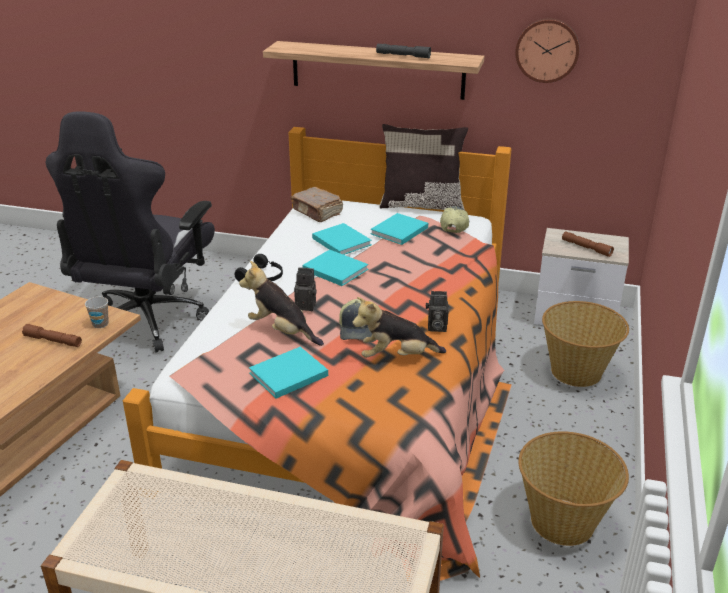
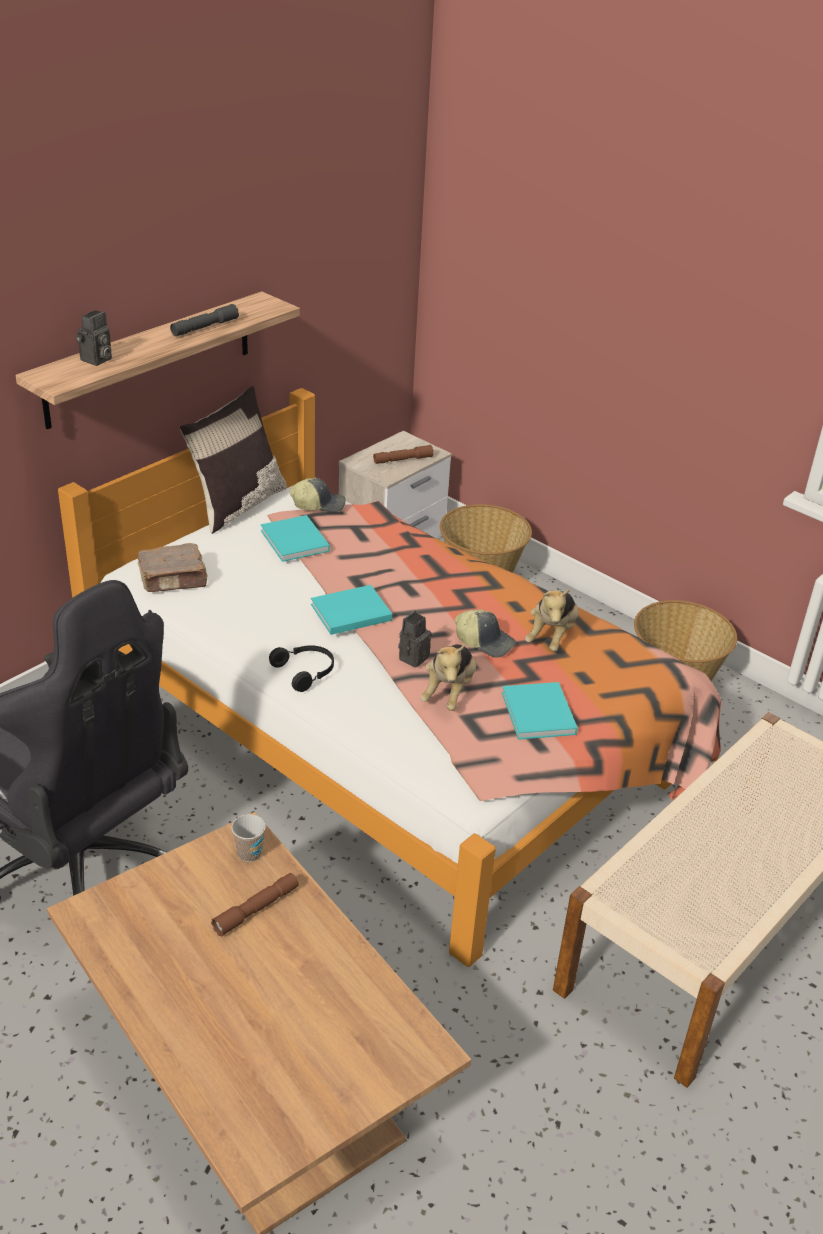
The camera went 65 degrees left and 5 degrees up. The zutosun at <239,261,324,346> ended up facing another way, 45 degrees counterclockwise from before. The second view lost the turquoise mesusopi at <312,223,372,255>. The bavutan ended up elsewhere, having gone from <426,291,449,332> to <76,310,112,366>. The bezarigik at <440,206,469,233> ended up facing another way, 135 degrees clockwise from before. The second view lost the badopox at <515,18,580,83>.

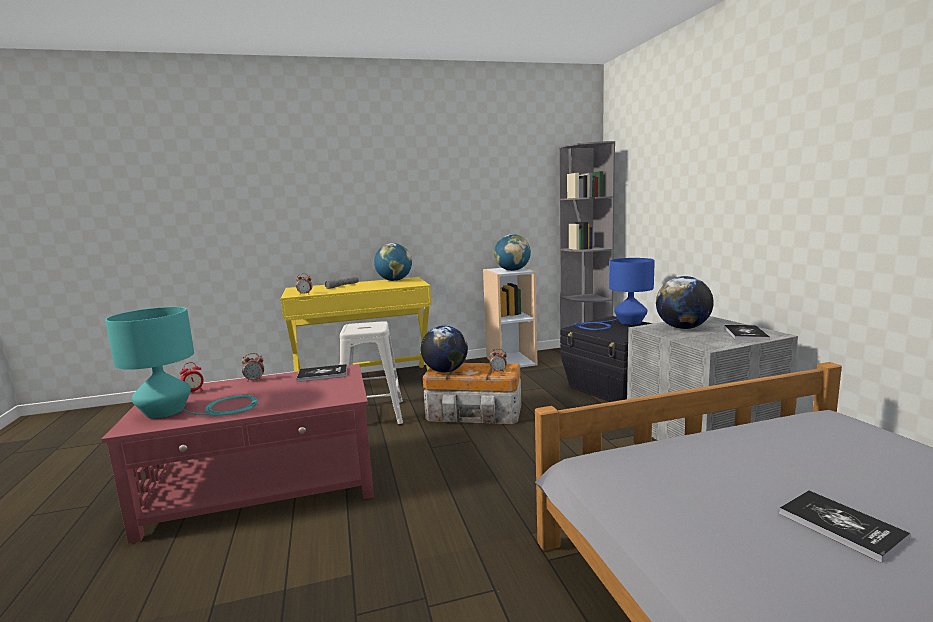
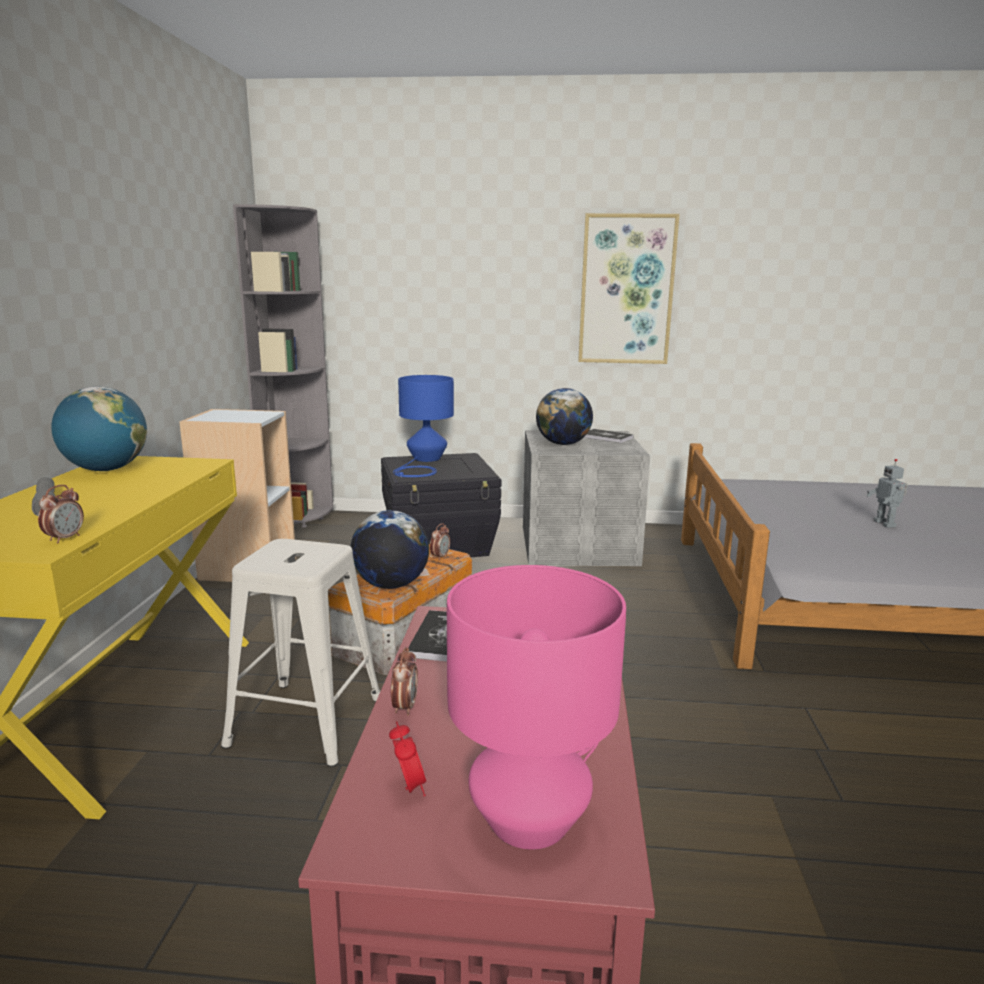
The camera went 70 degrees left and 5 degrees up. What was the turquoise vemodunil at <105,307,258,419> turned into the pink vemodunil at <447,565,626,850>. The second view lost the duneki at <494,234,531,271>. Where the mesusopi stood at <779,490,911,563>, the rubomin came to stand at <866,459,908,528>. The second view gained the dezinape at <578,213,680,364>.

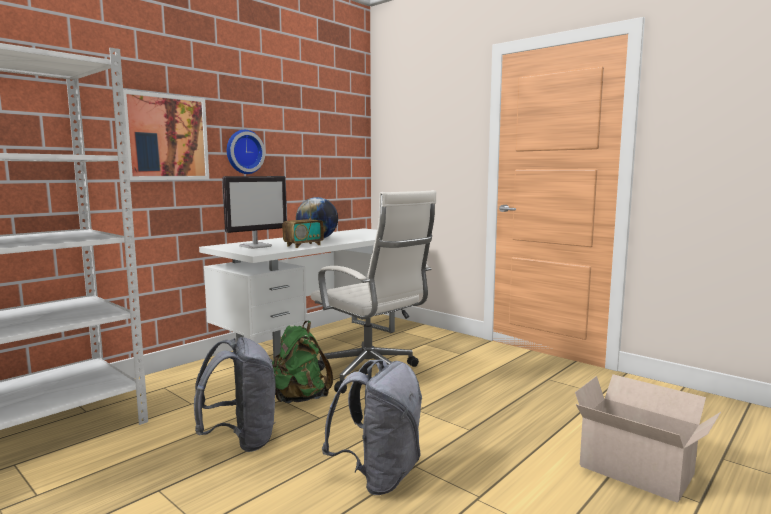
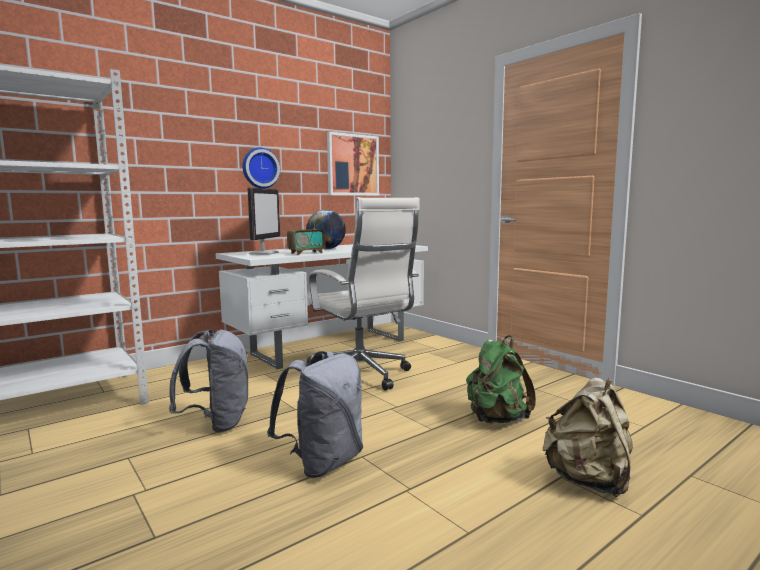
The camera went 10 degrees right and 0 degrees up. The dezinape ended up elsewhere, having gone from <123,89,209,180> to <327,132,379,196>. The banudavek at <222,176,287,249> ended up facing another way, 45 degrees counterclockwise from before. The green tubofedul ended up elsewhere, having gone from <272,321,333,403> to <466,335,536,424>. Where the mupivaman stood at <575,374,721,503>, the beige tubofedul came to stand at <543,377,633,497>.

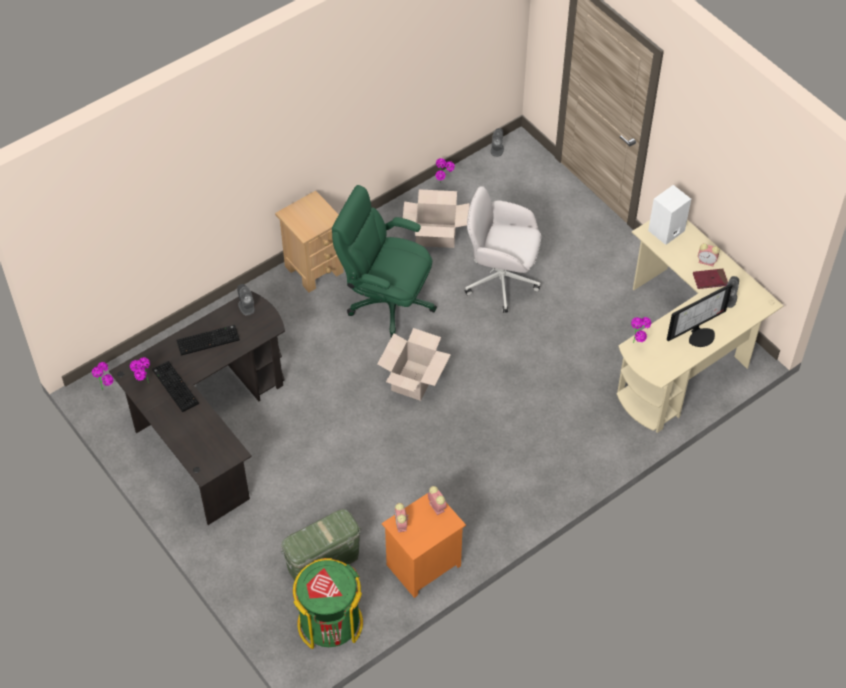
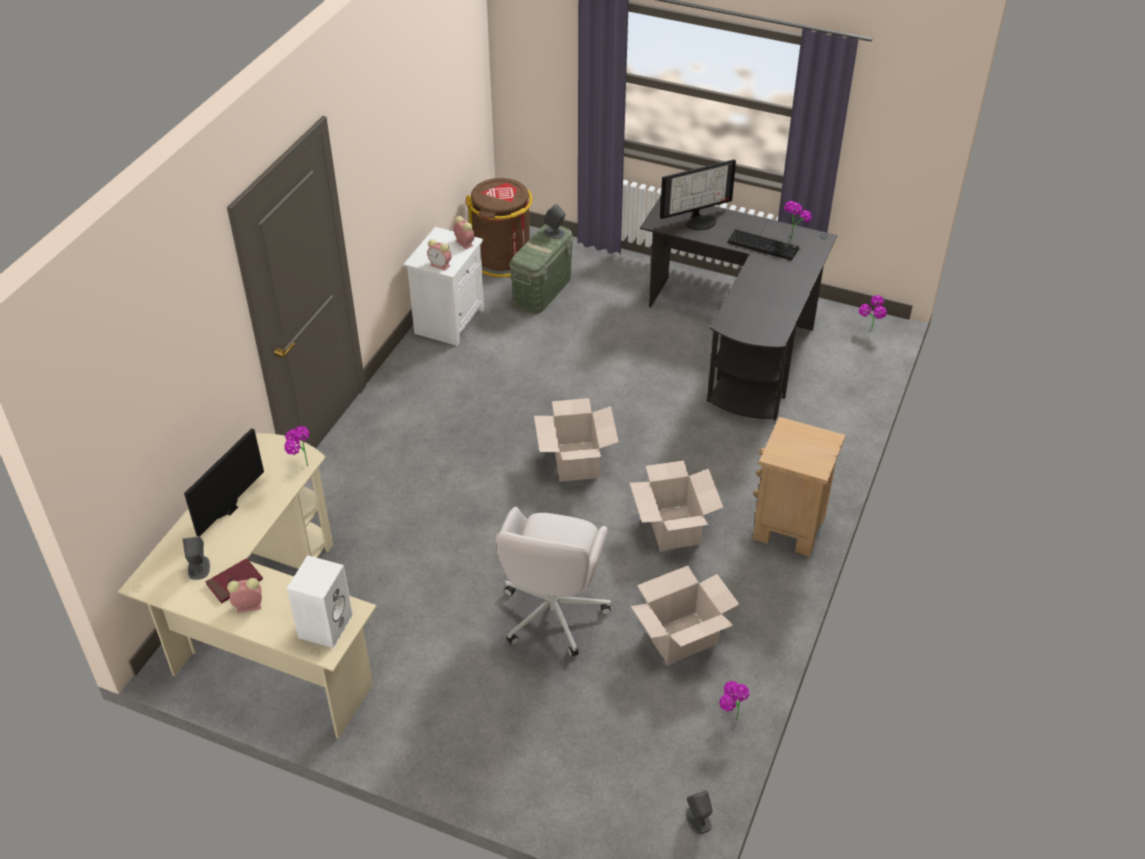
The camera went 150 degrees right and 10 degrees down. The second view lost the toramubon at <177,325,240,356>. The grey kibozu ended up elsewhere, having gone from <237,284,255,315> to <543,204,566,239>. What was the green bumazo at <293,558,363,649> turned into the brown bumazo at <466,178,533,277>. Where the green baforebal stood at <332,185,437,337>, the mupivaman came to stand at <630,461,723,551>. What was the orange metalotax at <382,493,466,598> turned into the white metalotax at <404,227,484,346>. The white baforebal at <465,186,541,313> ended up facing another way, 120 degrees clockwise from before. The second view gained the banudavek at <660,159,736,230>.

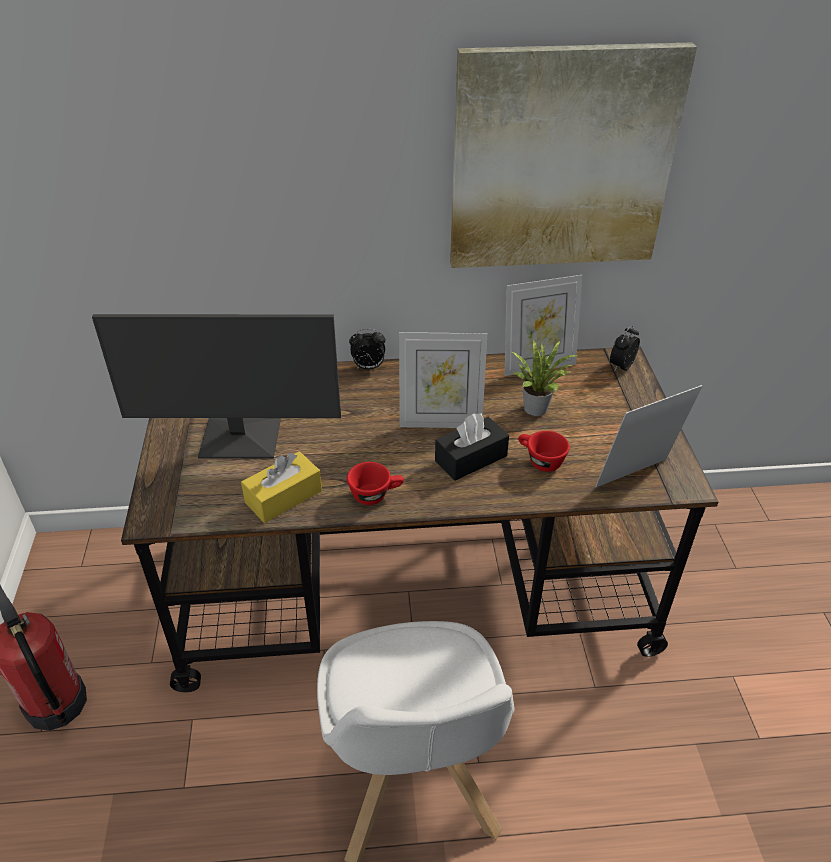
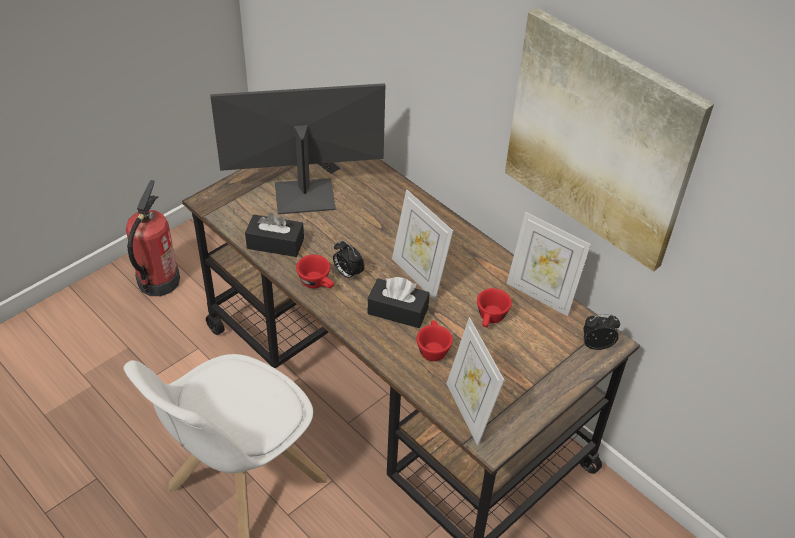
The camera went 50 degrees right and 5 degrees up. The banudavek at <92,314,341,459> ended up facing another way, 120 degrees clockwise from before. What was the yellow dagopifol at <241,451,322,523> turned into the black dagopifol at <245,213,304,257>. The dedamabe ended up elsewhere, having gone from <349,329,385,370> to <333,240,365,281>. Where the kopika stood at <510,340,578,416>, the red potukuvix came to stand at <477,288,512,327>. The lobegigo at <595,385,703,487> ended up facing another way, 135 degrees counterclockwise from before.

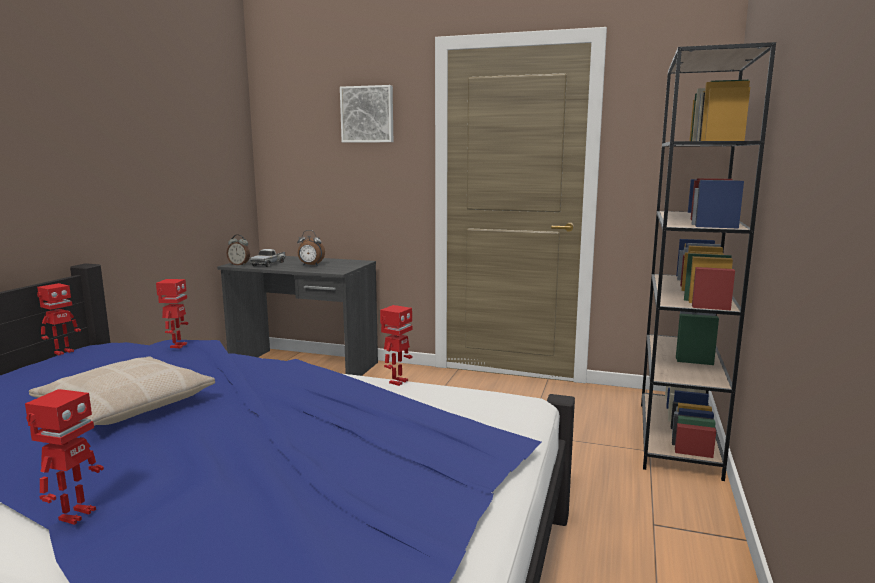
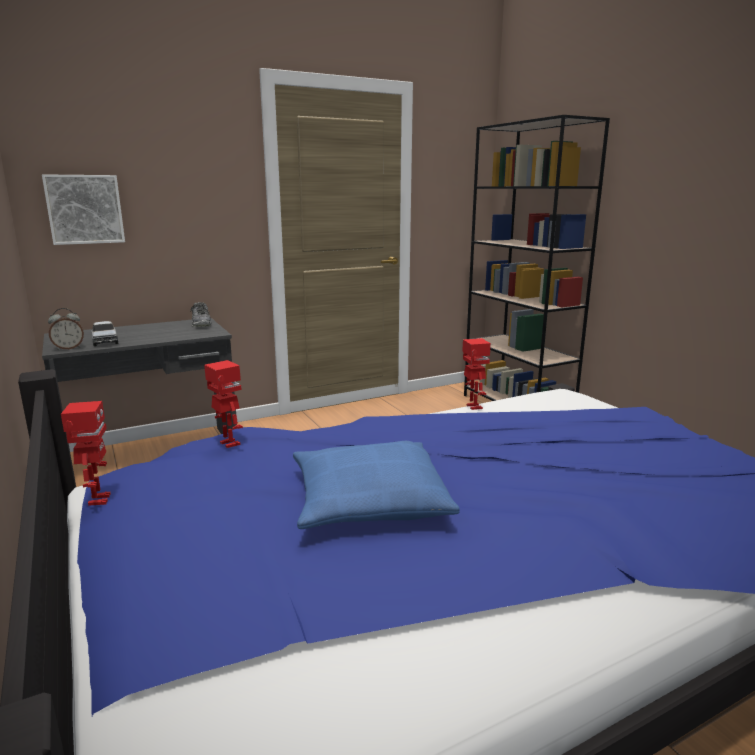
The camera went 45 degrees left and 5 degrees up. The second view lost the rubomin at <25,389,104,525>. What was the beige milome at <29,356,215,426> turned into the blue milome at <293,441,460,529>. The second view lost the dedamabe at <297,230,325,266>. The dezinape ended up elsewhere, having gone from <340,85,393,143> to <42,174,125,245>. The second view gained the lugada at <190,302,211,327>.

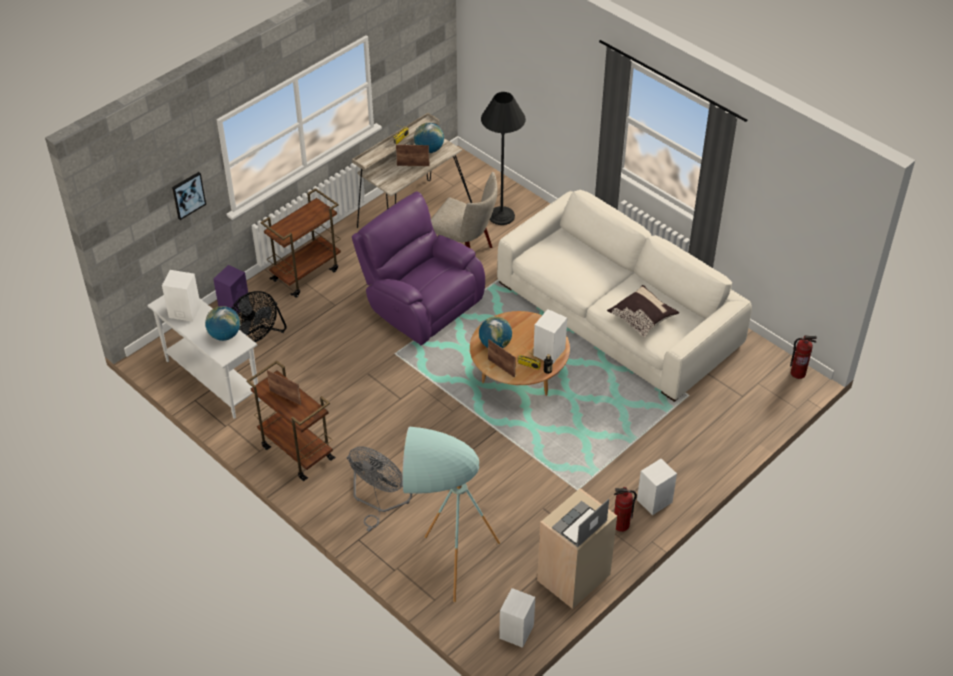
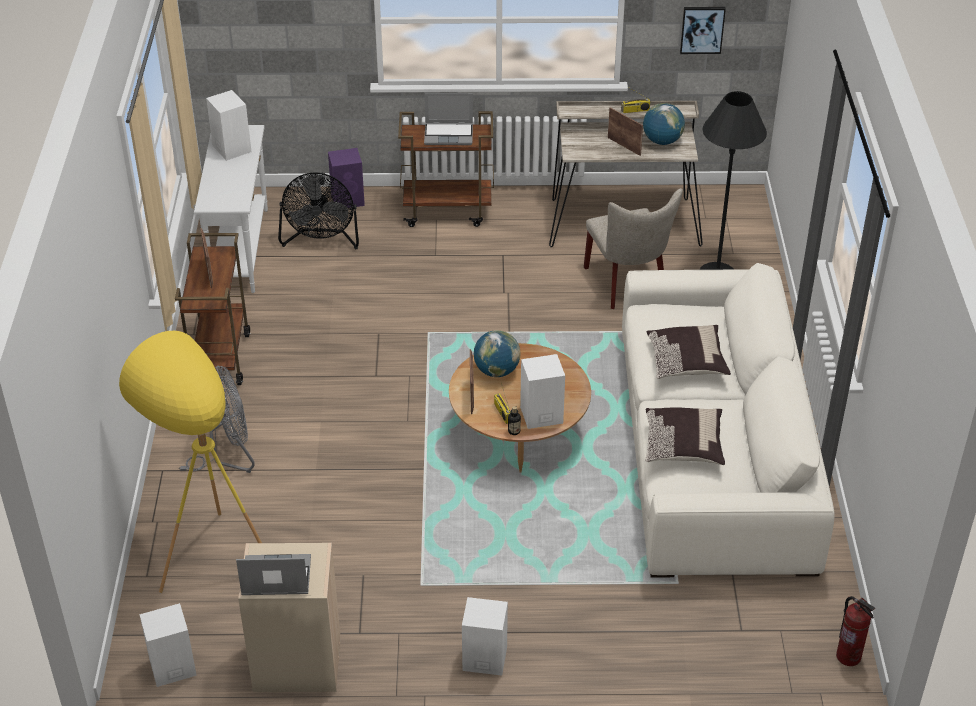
The camera went 45 degrees right and 5 degrees down. The dezinape ended up elsewhere, having gone from <172,172,206,220> to <680,7,726,54>. The second view lost the duneki at <205,306,240,341>. The second view lost the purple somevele at <352,191,485,345>. What was the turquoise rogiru at <402,427,500,602> turned into the yellow rogiru at <119,331,262,593>. The second view lost the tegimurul at <614,487,637,532>. The second view gained the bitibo at <424,93,473,145>. The second view gained the milome at <647,325,731,379>.

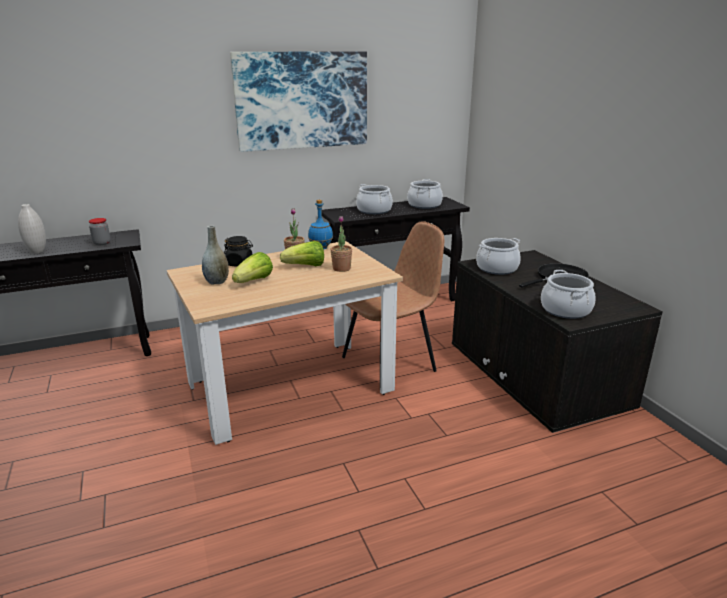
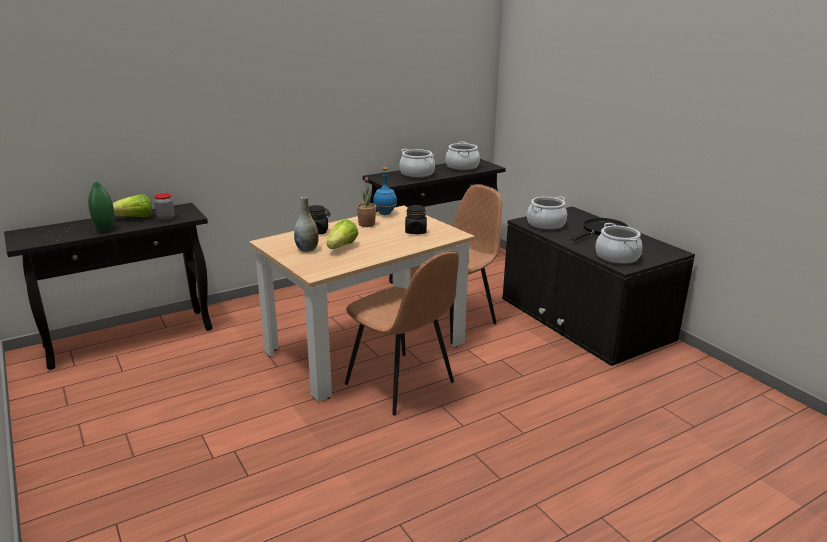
The camera went 10 degrees left and 0 degrees up. What was the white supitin at <18,204,46,254> turned into the green supitin at <88,182,114,232>. The second view lost the dezinape at <230,51,367,152>. The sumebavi ended up elsewhere, having gone from <280,241,324,266> to <113,194,152,218>. Where the kopika stood at <331,216,352,272>, the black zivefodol came to stand at <405,205,427,234>. The second view gained the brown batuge at <345,251,459,416>.

